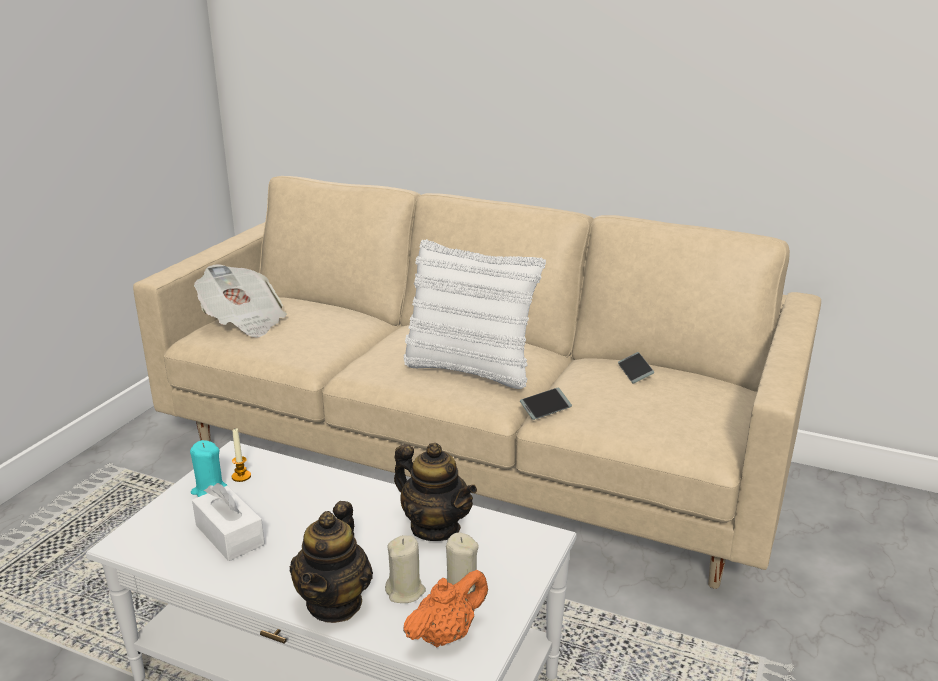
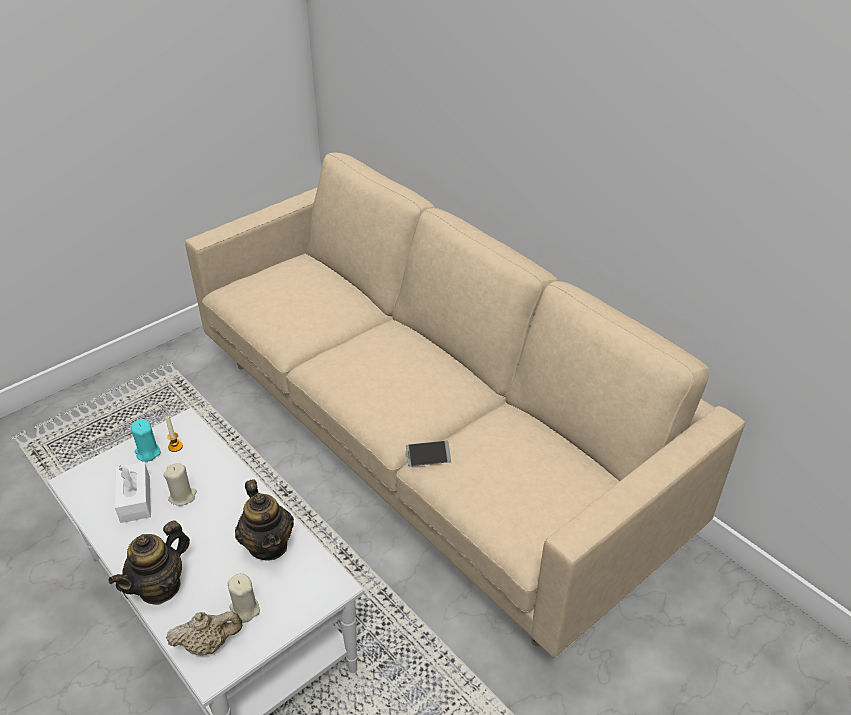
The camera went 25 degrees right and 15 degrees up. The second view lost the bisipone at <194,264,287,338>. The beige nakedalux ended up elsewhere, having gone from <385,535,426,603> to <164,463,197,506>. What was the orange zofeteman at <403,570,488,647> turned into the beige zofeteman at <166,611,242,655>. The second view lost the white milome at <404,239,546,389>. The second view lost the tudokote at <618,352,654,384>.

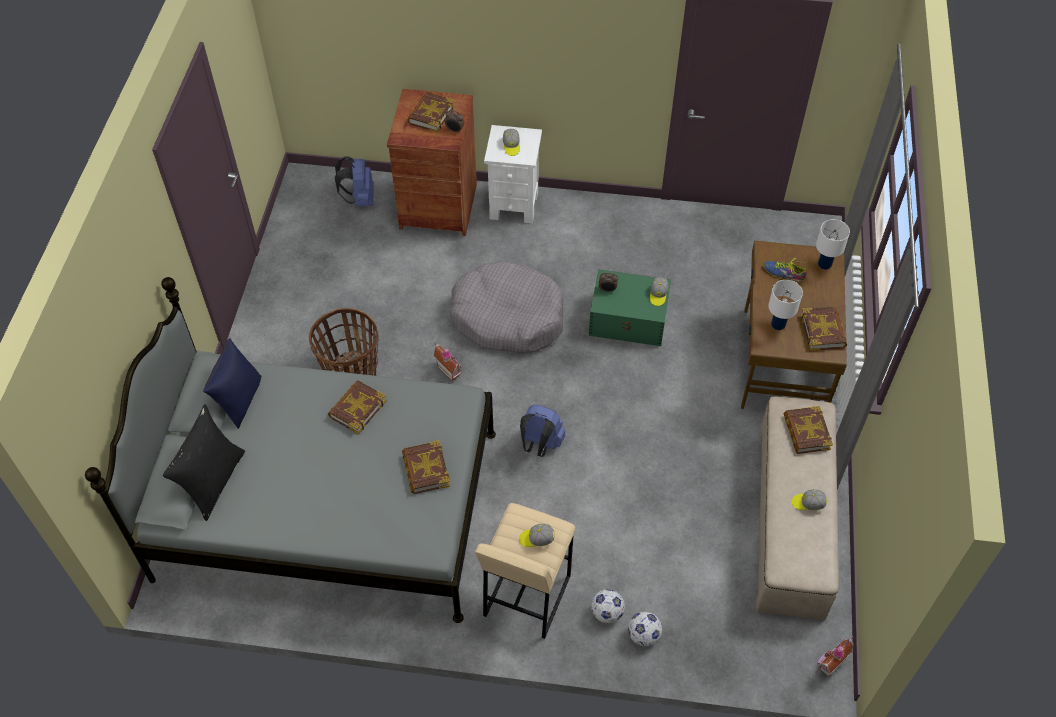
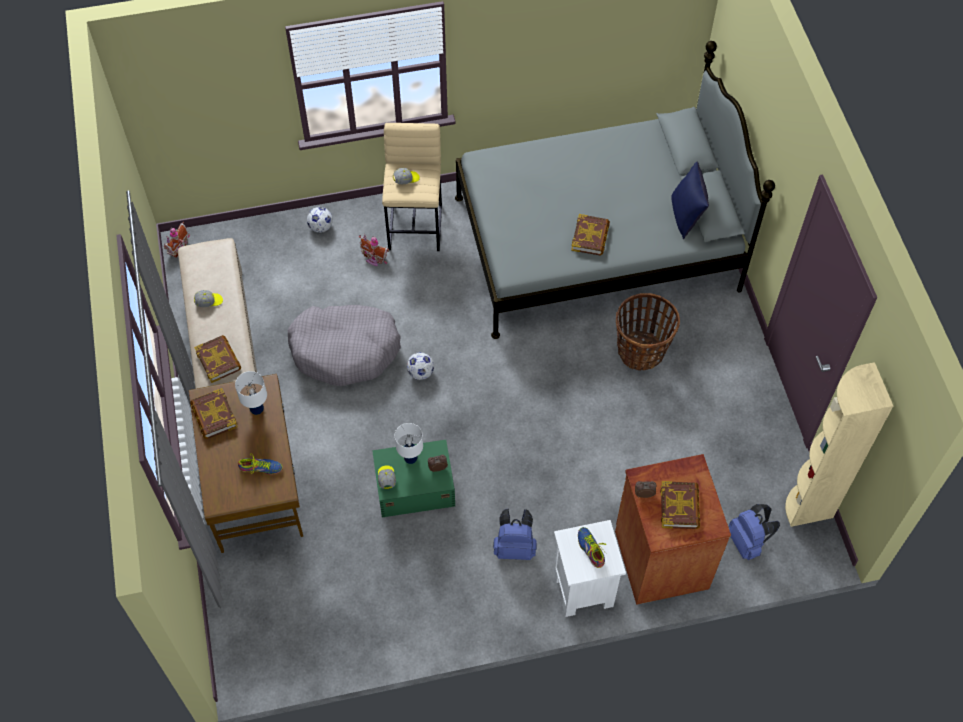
The camera went 160 degrees right and 5 degrees up. The second view lost the black milome at <163,404,245,521>. The second view lost the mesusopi at <402,440,450,494>. The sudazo ended up elsewhere, having gone from <434,343,462,381> to <359,233,389,266>. The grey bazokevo ended up elsewhere, having gone from <450,261,564,353> to <288,305,401,386>. Where the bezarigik stood at <503,129,520,156>, the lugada came to stand at <578,527,607,568>. The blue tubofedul ended up elsewhere, having gone from <520,405,565,457> to <493,509,537,560>. The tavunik ended up elsewhere, having gone from <591,589,625,623> to <407,352,434,380>. The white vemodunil ended up elsewhere, having gone from <816,219,850,270> to <395,423,423,464>. The second view gained the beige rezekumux at <785,362,893,527>.

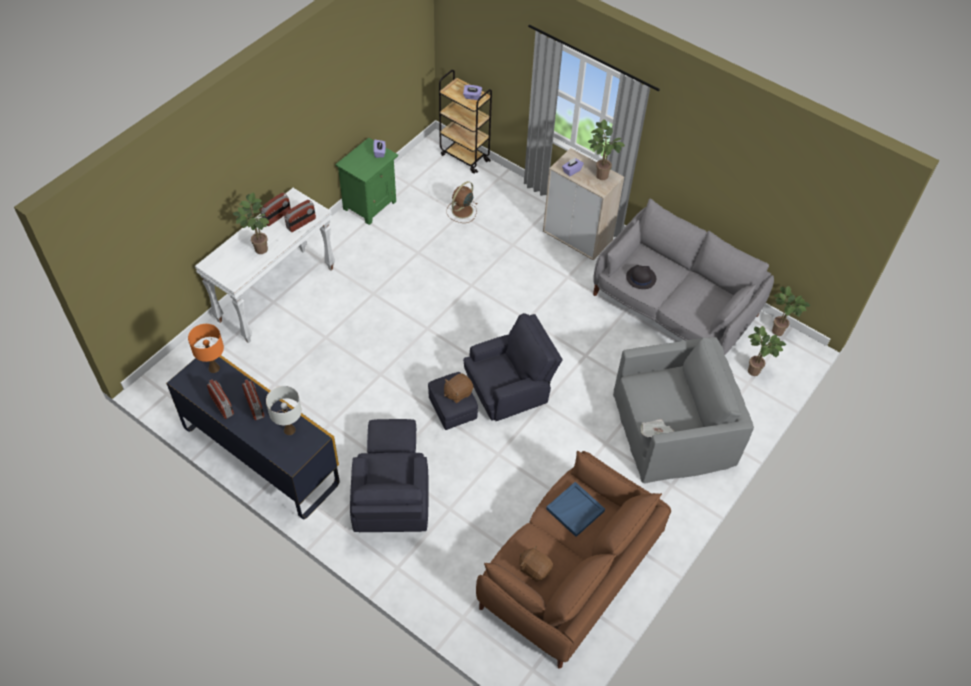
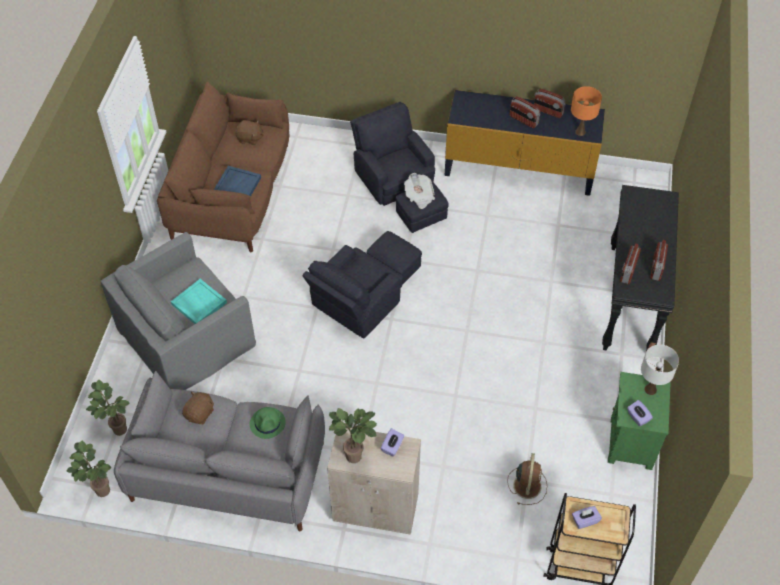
The camera went 155 degrees right and 0 degrees up. What was the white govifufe at <195,188,335,343> turned into the black govifufe at <602,185,679,351>. The second view lost the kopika at <233,192,269,254>. The white vemodunil ended up elsewhere, having gone from <266,386,302,435> to <641,344,679,395>. The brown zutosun ended up elsewhere, having gone from <444,373,473,403> to <182,391,214,424>. What was the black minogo at <626,265,656,289> turned into the green minogo at <250,407,286,439>. The bisipone ended up elsewhere, having gone from <641,419,674,437> to <404,173,435,209>. The second view gained the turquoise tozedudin at <171,279,227,324>.

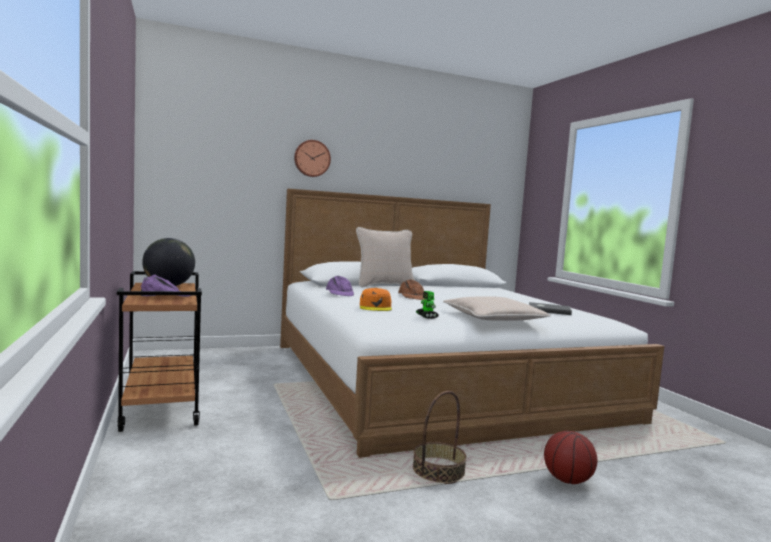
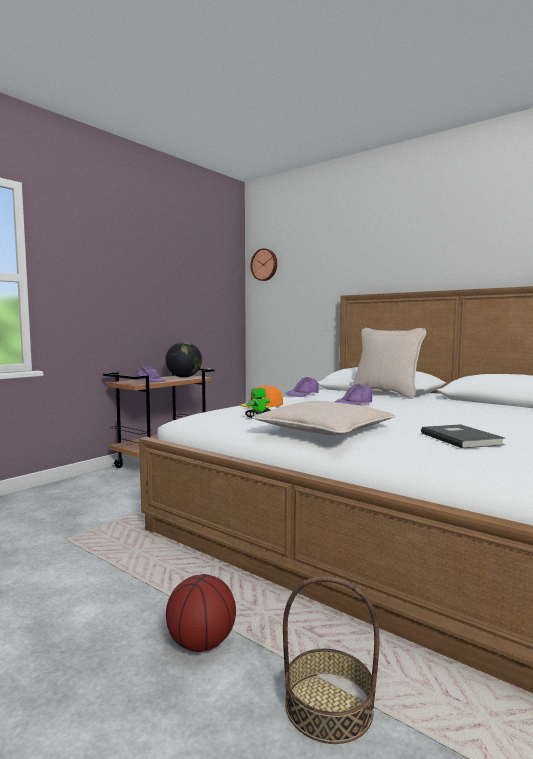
The camera went 60 degrees right and 0 degrees up. The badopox ended up elsewhere, having gone from <294,140,331,177> to <250,248,277,281>. What was the brown bezarigik at <398,279,426,300> turned into the purple bezarigik at <335,384,372,405>. The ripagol ended up elsewhere, having gone from <413,391,467,484> to <283,576,379,744>.

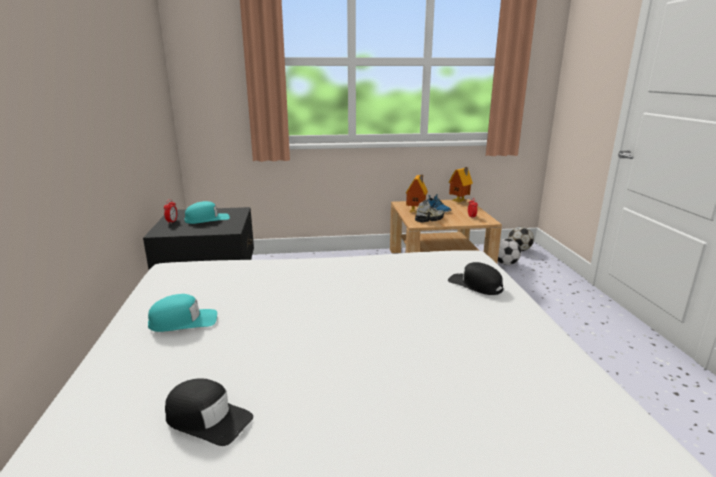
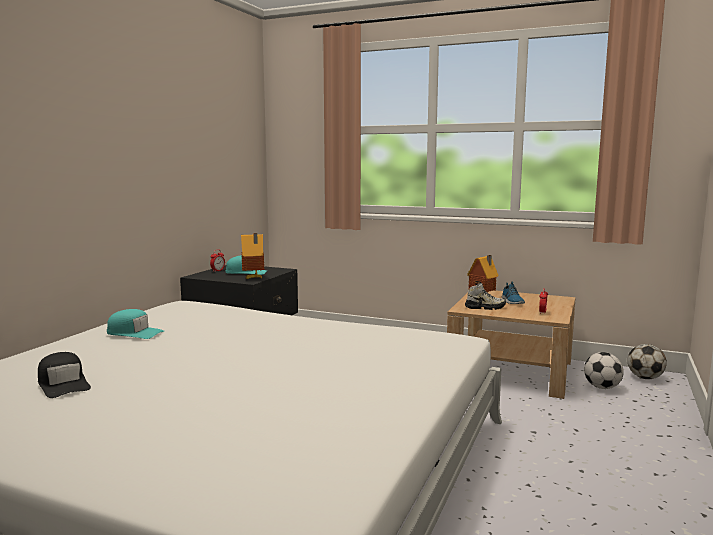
The camera went 30 degrees right and 10 degrees down. The sudazo ended up elsewhere, having gone from <448,167,473,202> to <241,233,264,279>. The second view lost the black bezarigik at <448,262,503,295>.

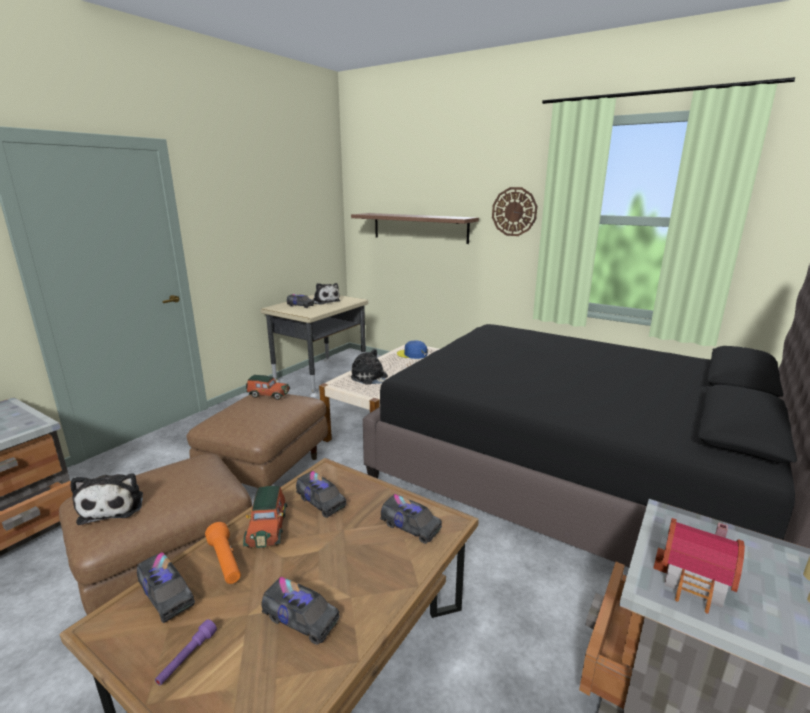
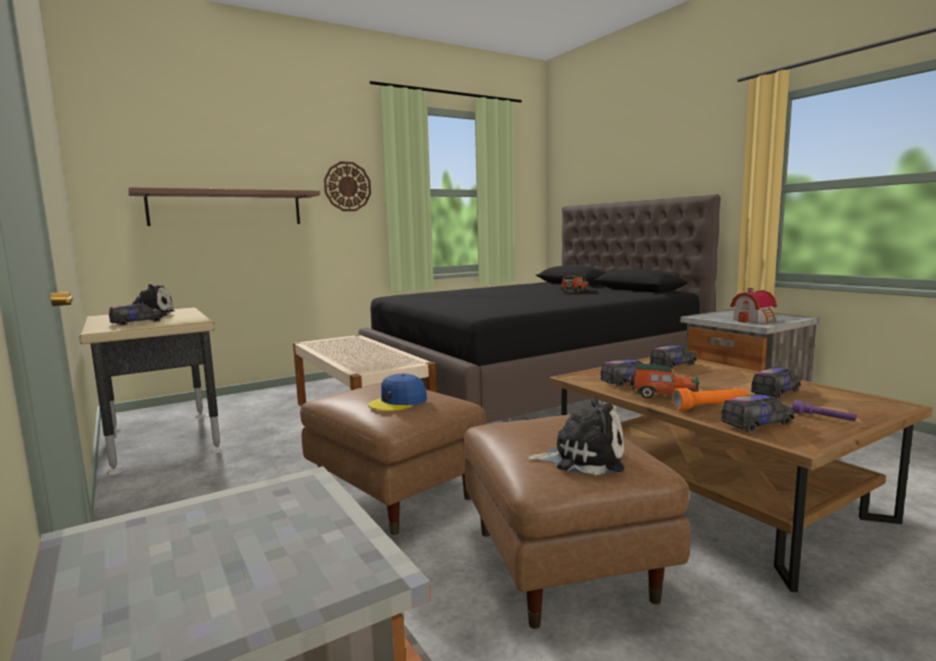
The camera went 65 degrees left and 10 degrees down. The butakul ended up elsewhere, having gone from <246,375,290,400> to <561,275,590,293>. The second view lost the zutosun at <351,349,388,385>. The blue bezarigik ended up elsewhere, having gone from <397,341,428,359> to <368,374,427,411>.

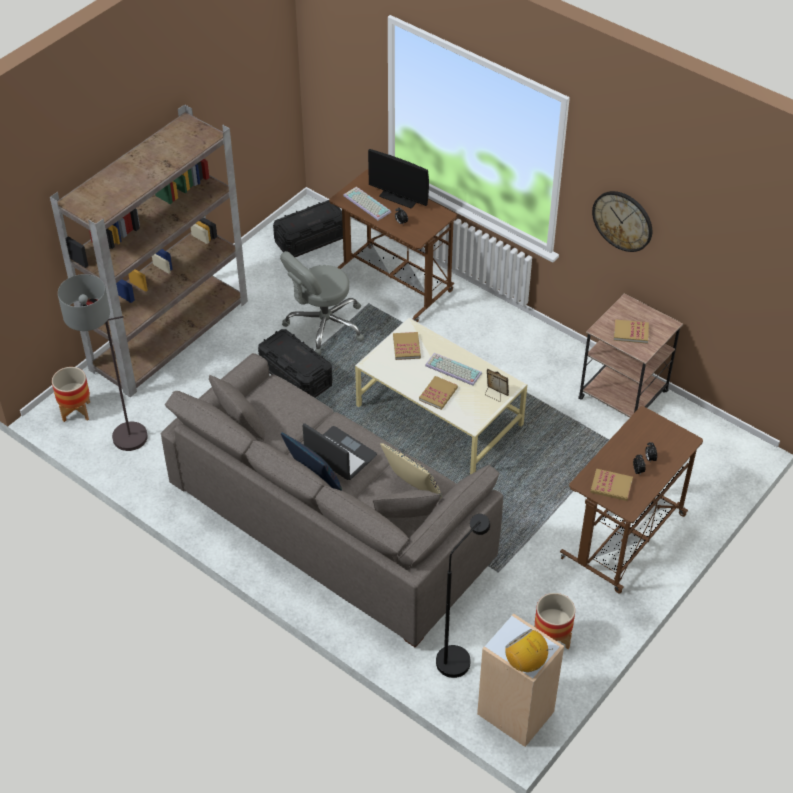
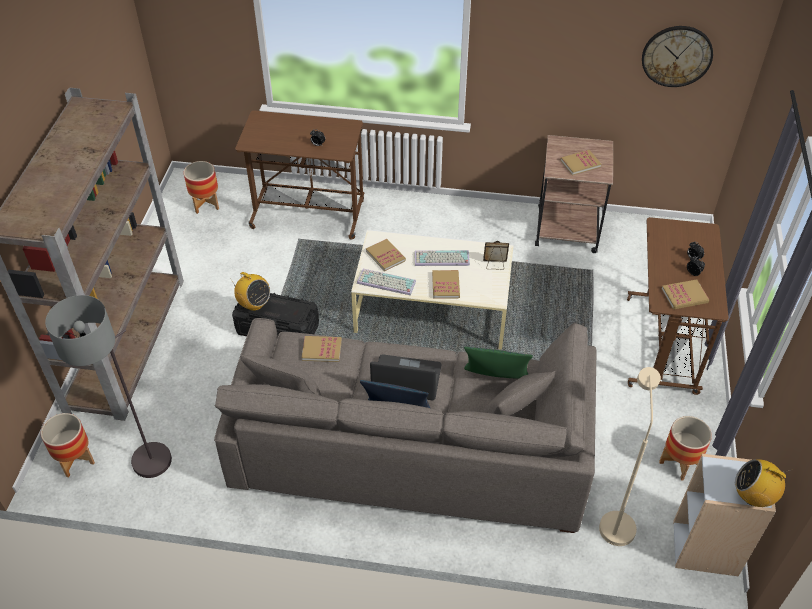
The camera went 30 degrees left and 0 degrees up. Where the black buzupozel stood at <273,200,343,257>, the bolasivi came to stand at <184,161,219,214>. The second view lost the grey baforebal at <280,251,364,355>. The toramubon ended up elsewhere, having gone from <343,187,391,221> to <357,269,416,295>. The second view lost the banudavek at <368,149,429,209>. What was the beige milome at <380,443,442,498> turned into the green milome at <464,347,533,378>. What was the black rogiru at <436,514,490,678> turned into the beige rogiru at <599,367,661,546>. The badopox ended up elsewhere, having gone from <592,191,652,252> to <642,26,713,87>. The second view gained the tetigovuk at <230,272,270,311>. The second view gained the mesusopi at <302,336,342,362>.

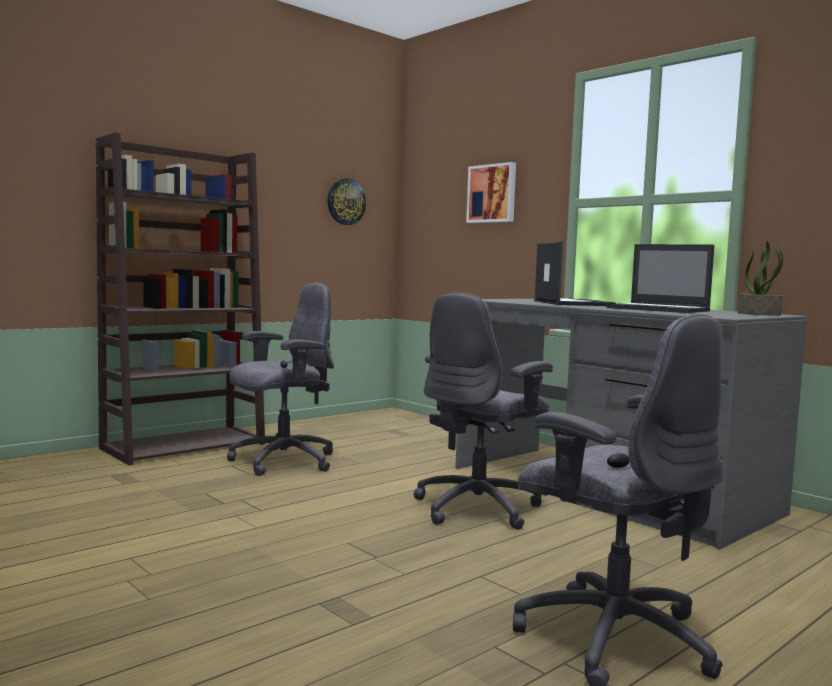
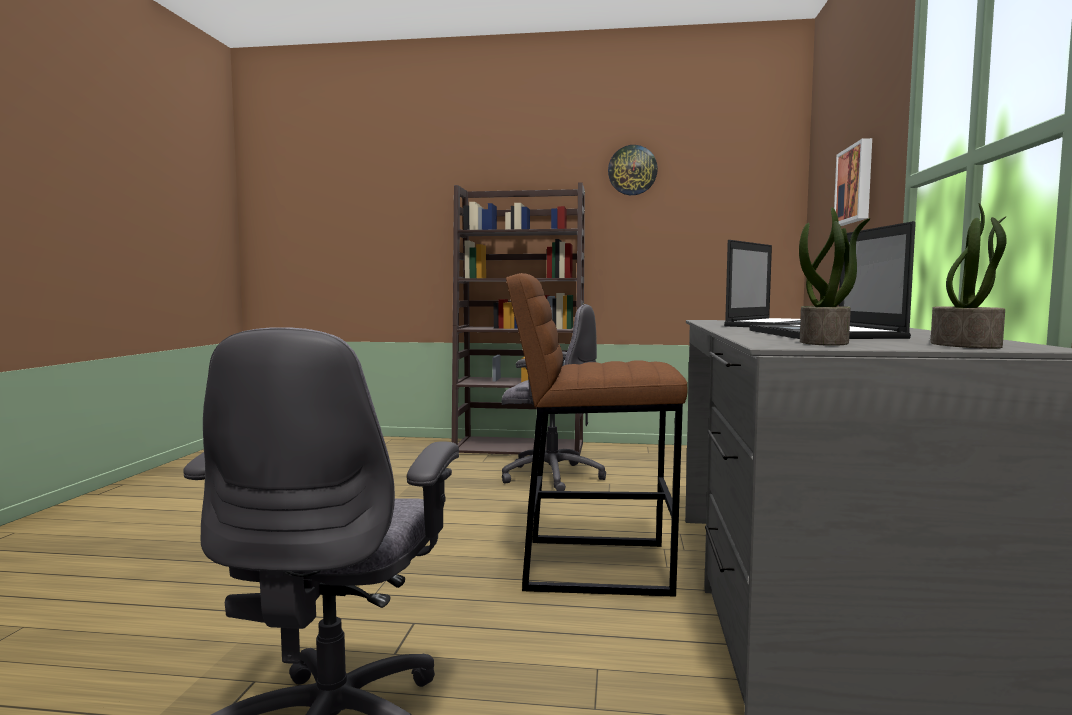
The camera went 50 degrees right and 0 degrees up. The badopox ended up elsewhere, having gone from <327,178,366,225> to <608,145,658,195>. Where the grey baforebal stood at <413,293,553,530>, the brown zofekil came to stand at <506,273,688,597>. The second view gained the kopika at <799,207,870,346>.

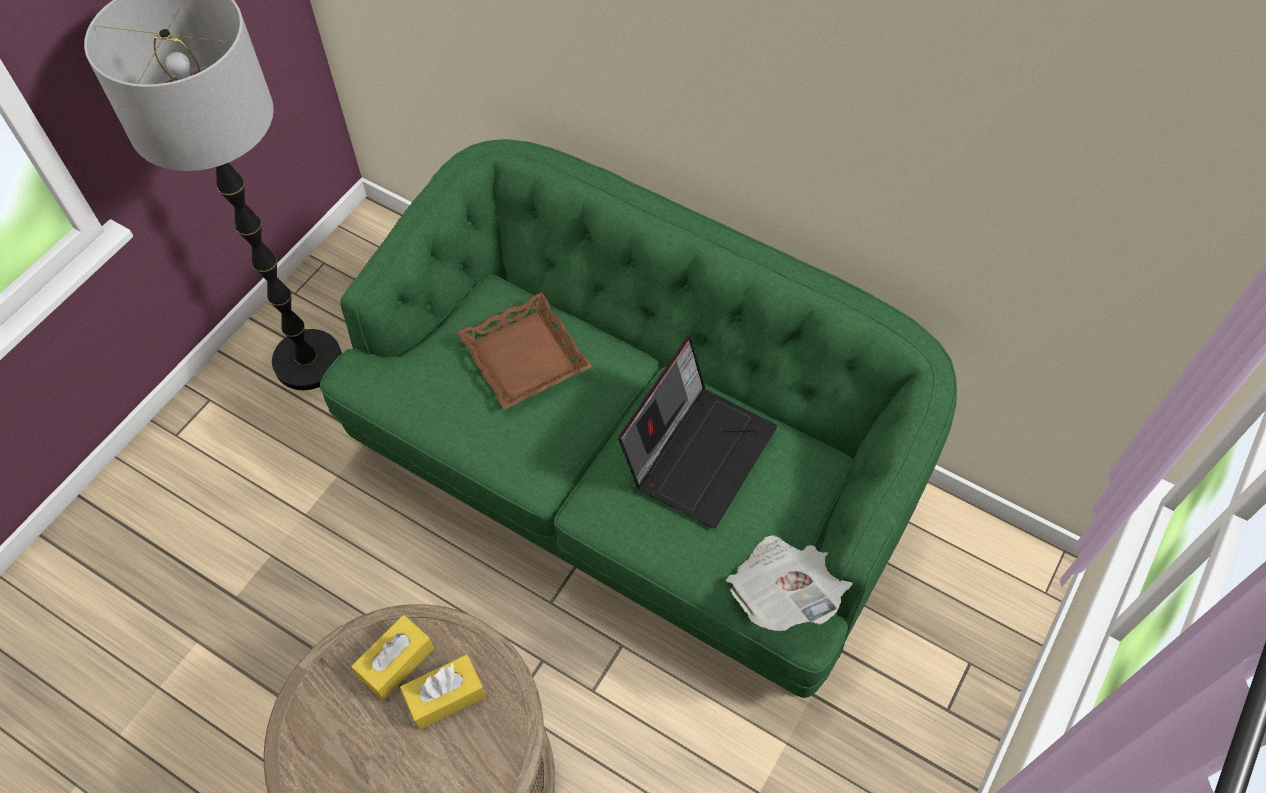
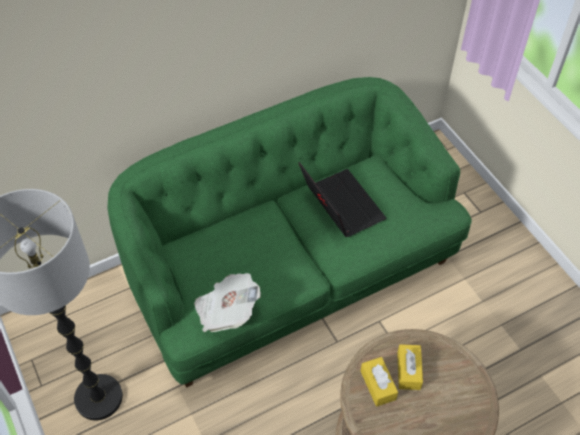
The camera went 60 degrees left and 5 degrees down. The second view lost the brown tozedudin at <456,292,592,410>. The bisipone ended up elsewhere, having gone from <726,535,852,631> to <194,273,261,332>.

